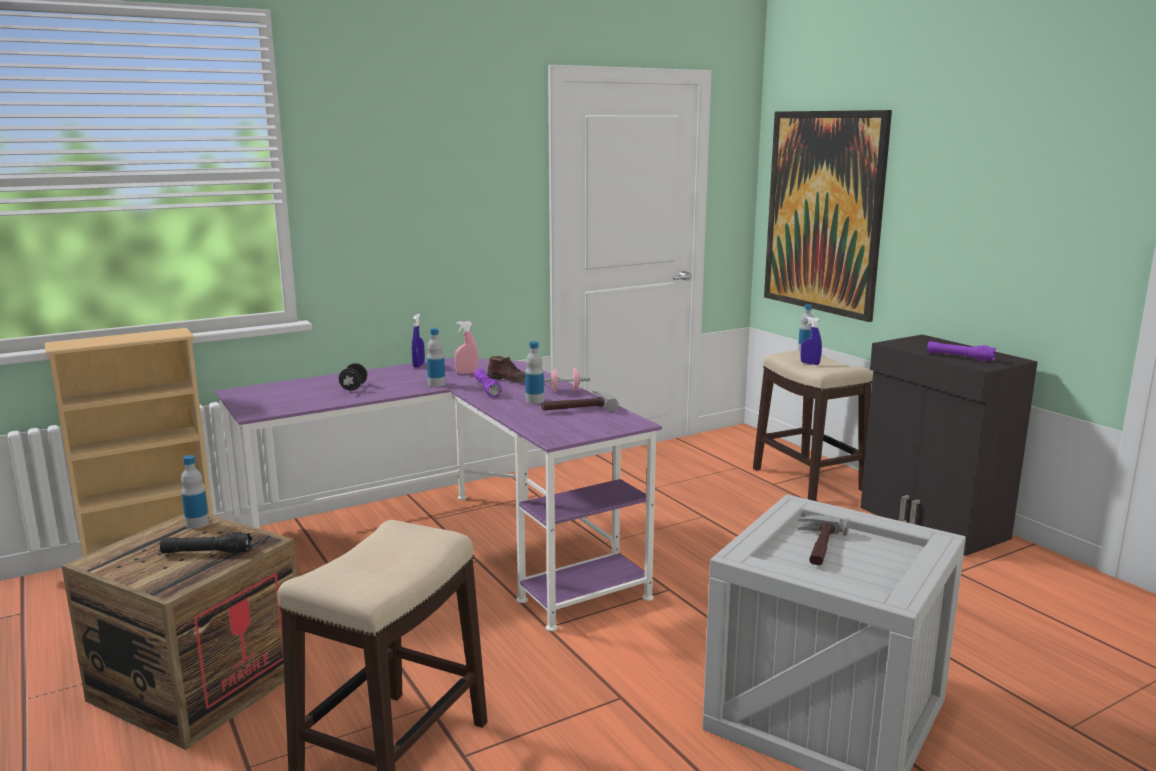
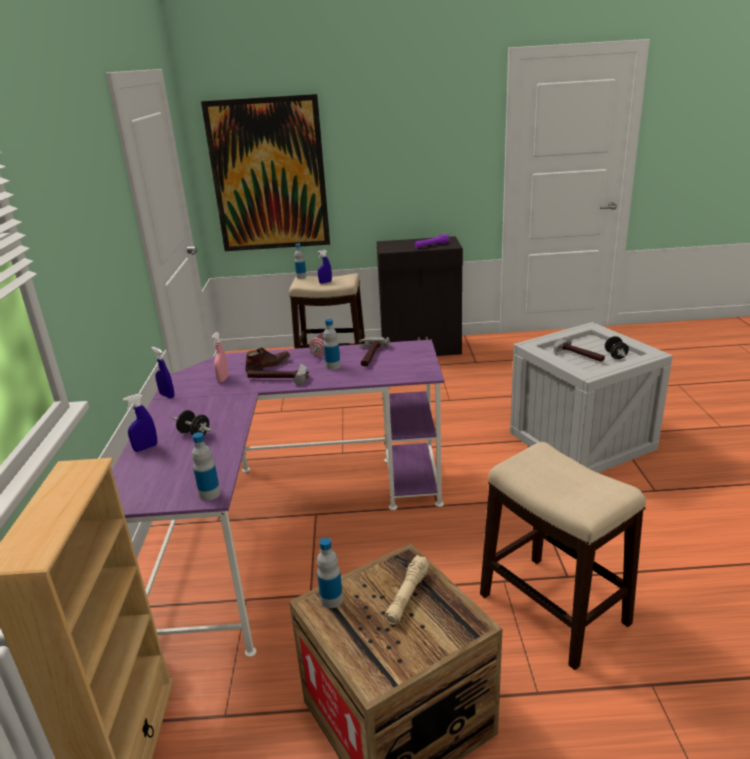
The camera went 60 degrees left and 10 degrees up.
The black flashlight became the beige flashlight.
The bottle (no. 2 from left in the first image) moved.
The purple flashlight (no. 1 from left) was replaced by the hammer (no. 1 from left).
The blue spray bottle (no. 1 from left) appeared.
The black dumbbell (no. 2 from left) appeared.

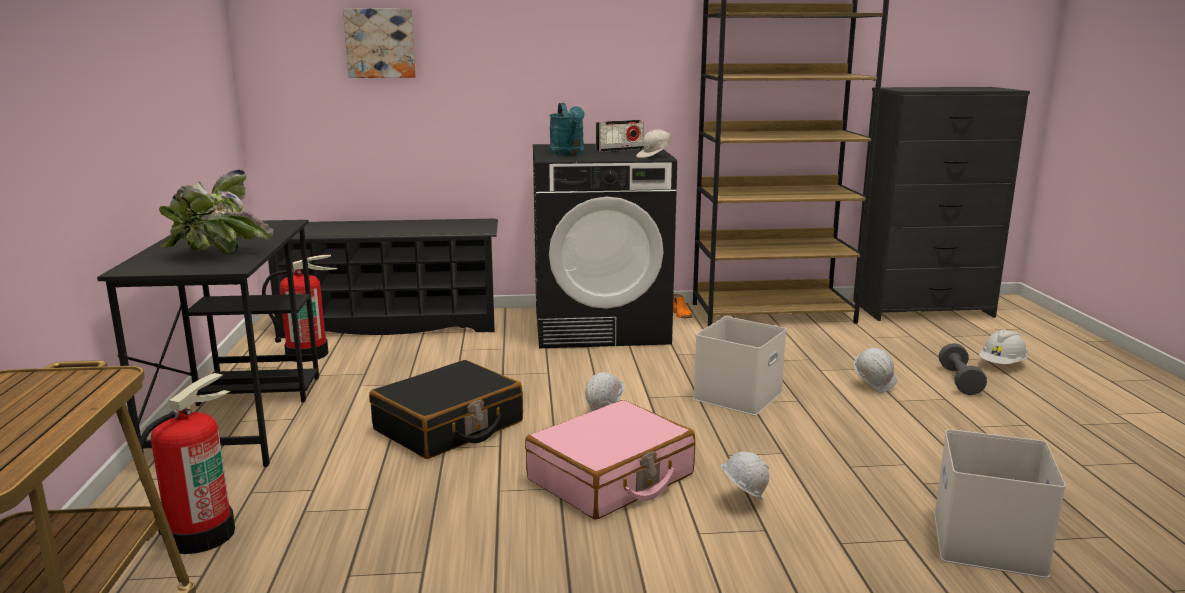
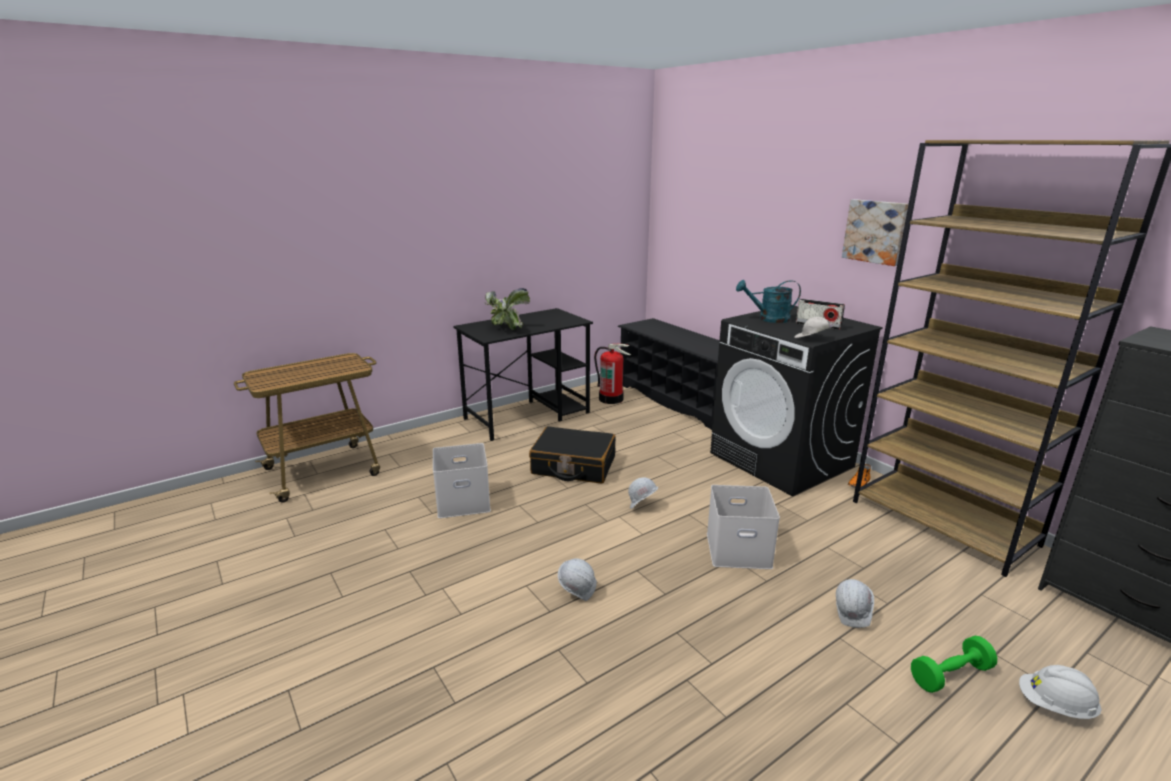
The camera went 60 degrees right and 5 degrees up.
The fire extinguisher (no. 1 from left) disappeared.
The picture moved.
The pink suitcase disappeared.
The turquoise watering can turned 45 degrees clockwise.
The white storage box (no. 2 from left in the first image) moved.
The grey dumbbell became the green dumbbell.

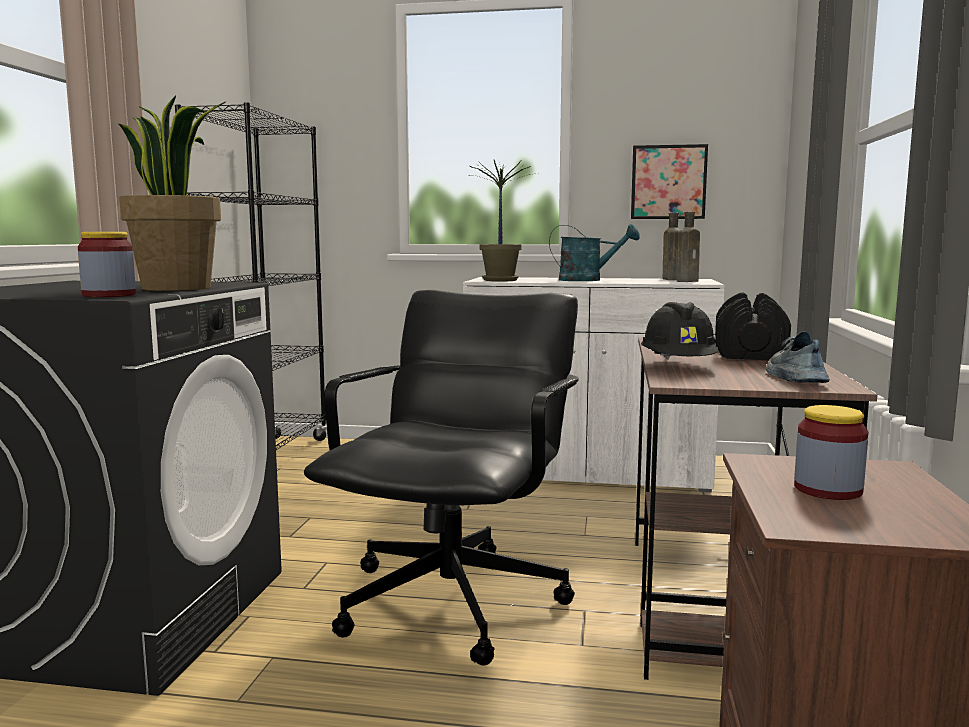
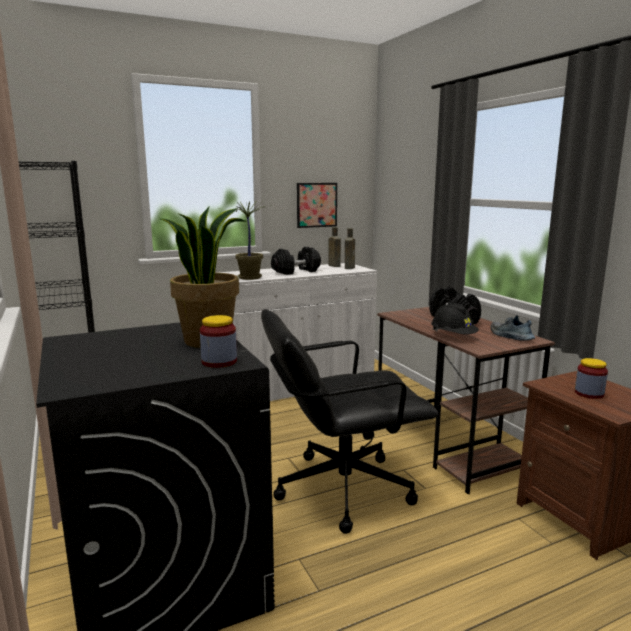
The camera went 35 degrees left and 5 degrees up.
The black office chair turned 90 degrees counterclockwise.
The turquoise watering can was replaced by the black dumbbell (no. 1 from left).

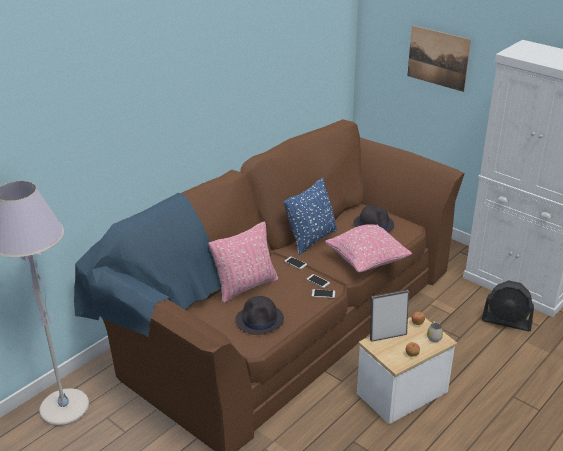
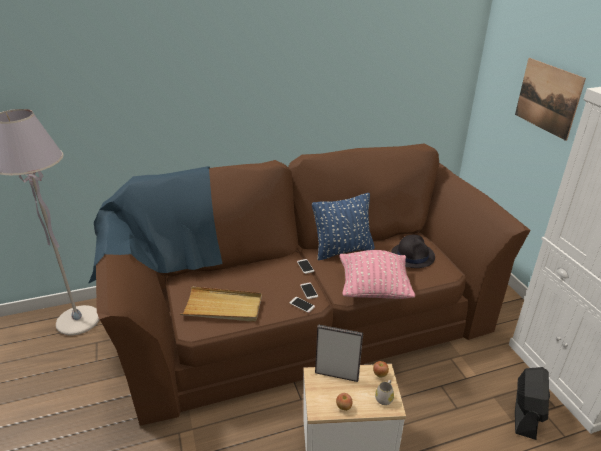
The camera went 30 degrees right and 0 degrees up.
The pink pillow (no. 1 from left) disappeared.
The black hat (no. 1 from left) was replaced by the beige tray.
The black fan turned 120 degrees counterclockwise.

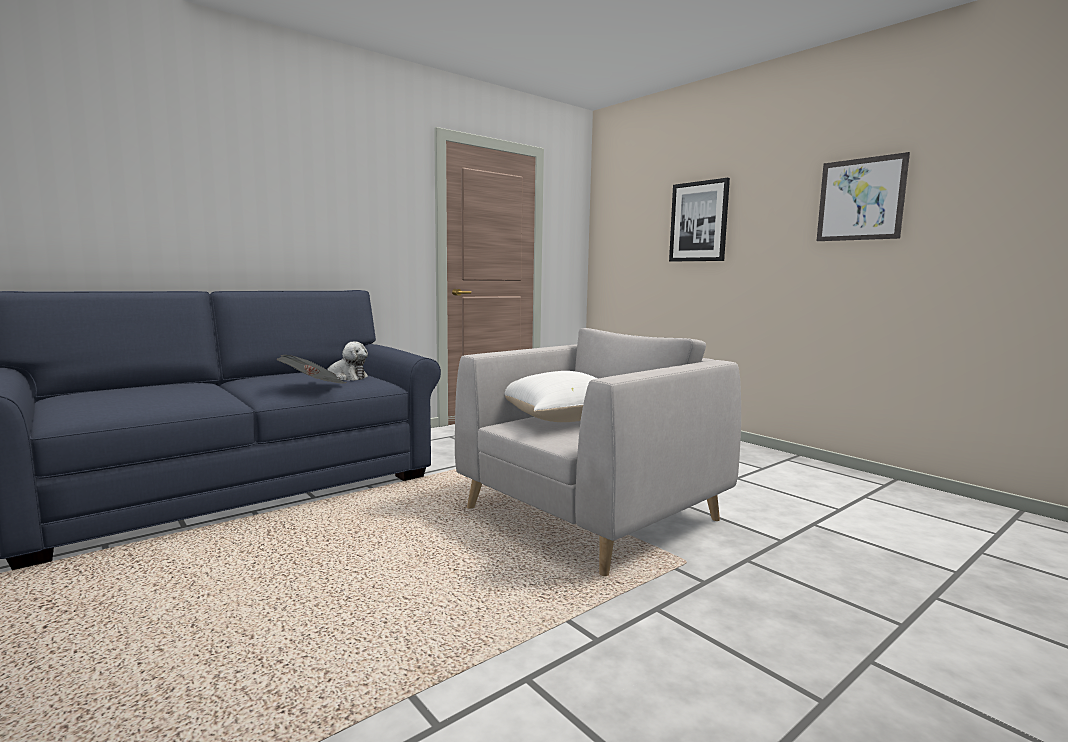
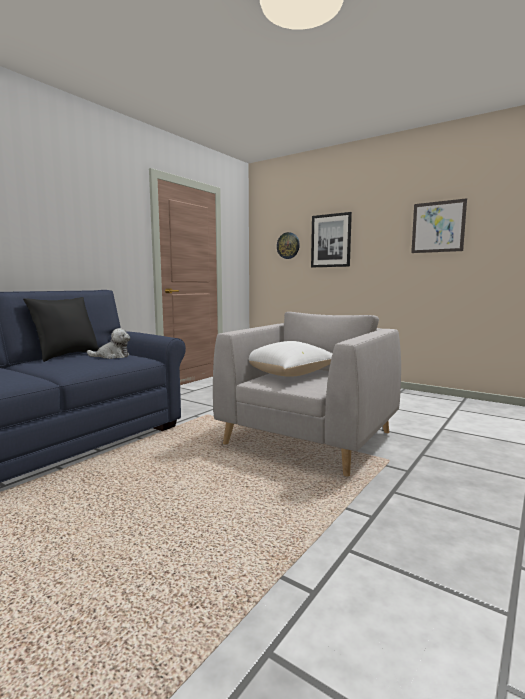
The camera went 15 degrees left and 0 degrees up.
The newspaper disappeared.
The black pillow appeared.
The wall clock appeared.

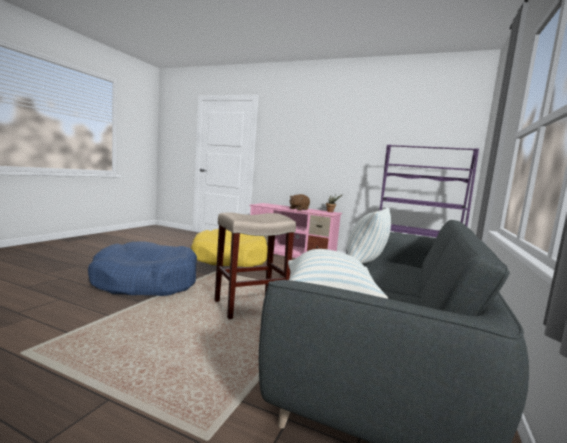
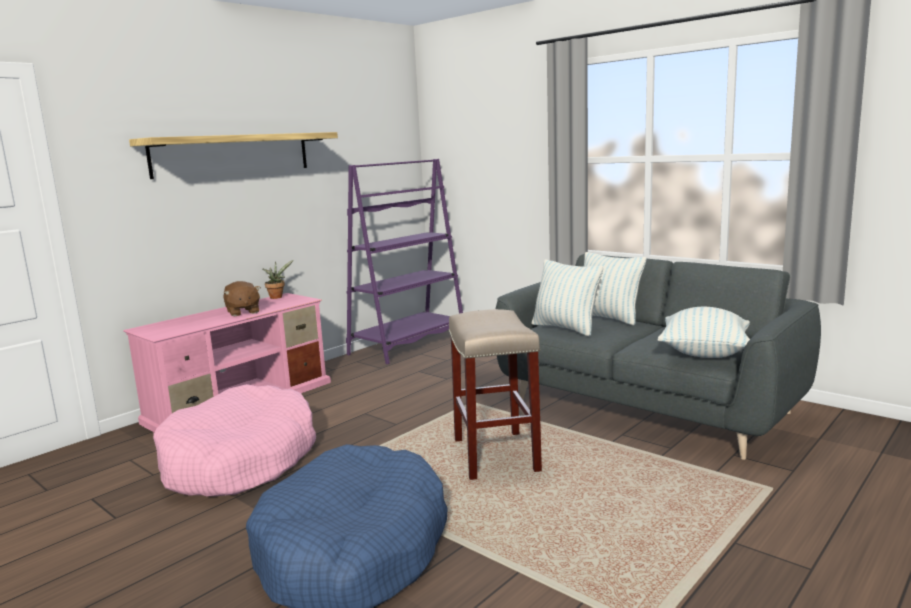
The camera went 70 degrees left and 5 degrees up.
The yellow dog bed became the pink dog bed.
The shelf appeared.
The pillow (no. 2 from left) appeared.

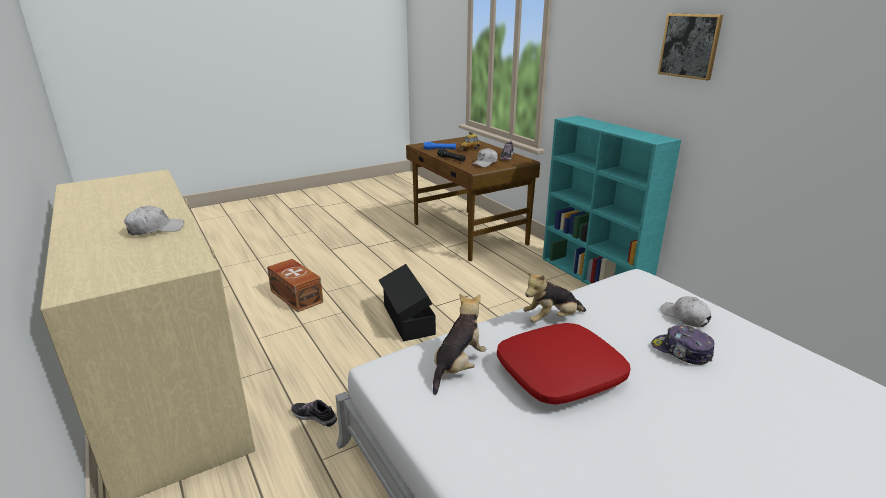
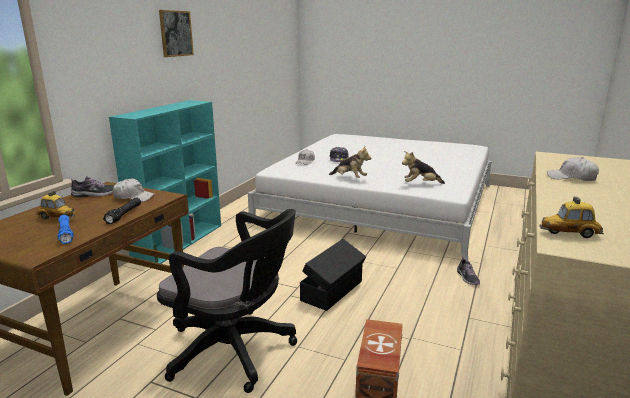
The camera went 125 degrees left and 5 degrees down.
The red pillow disappeared.
The black office chair appeared.
The toy car (no. 2 from left) appeared.

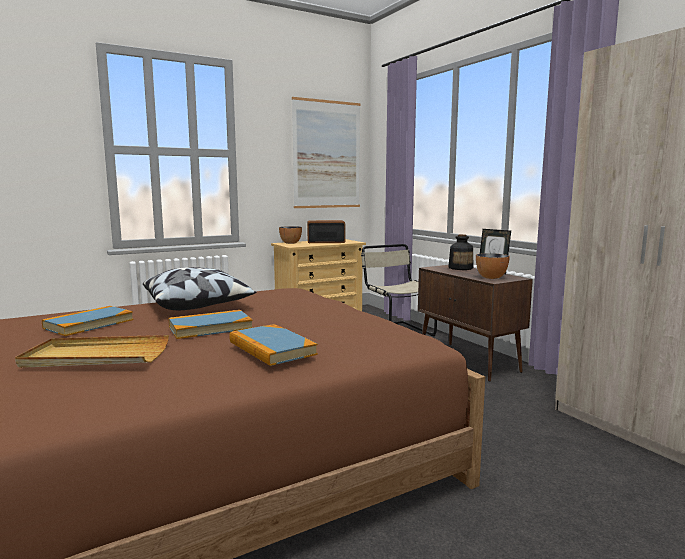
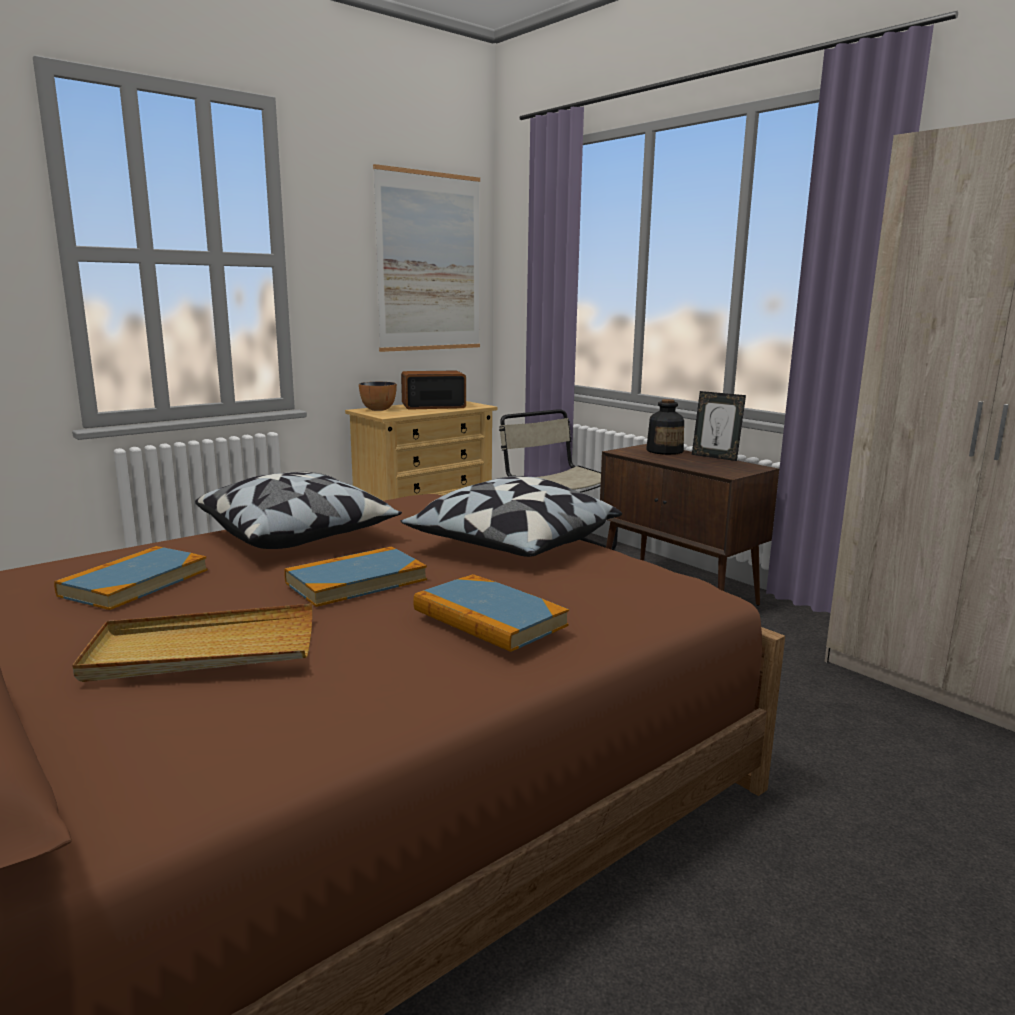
The camera went 10 degrees left and 5 degrees up.
The bowl (no. 2 from left) disappeared.
The pillow (no. 2 from left) appeared.

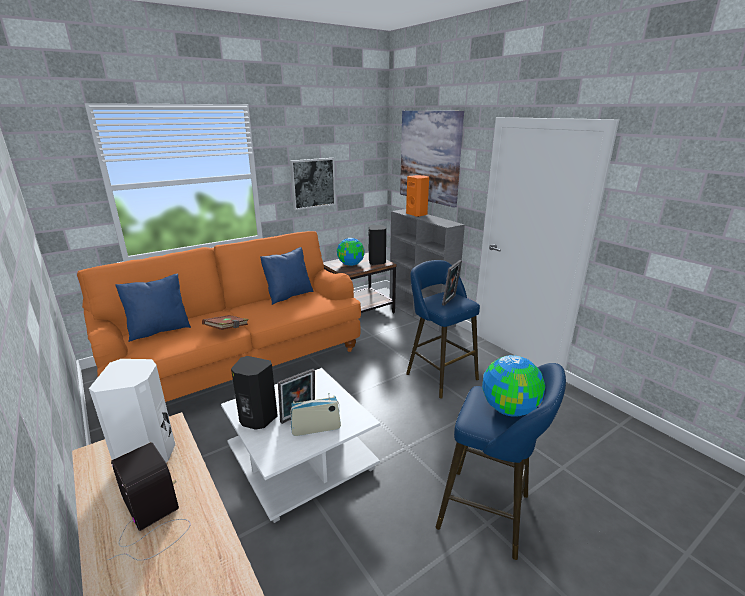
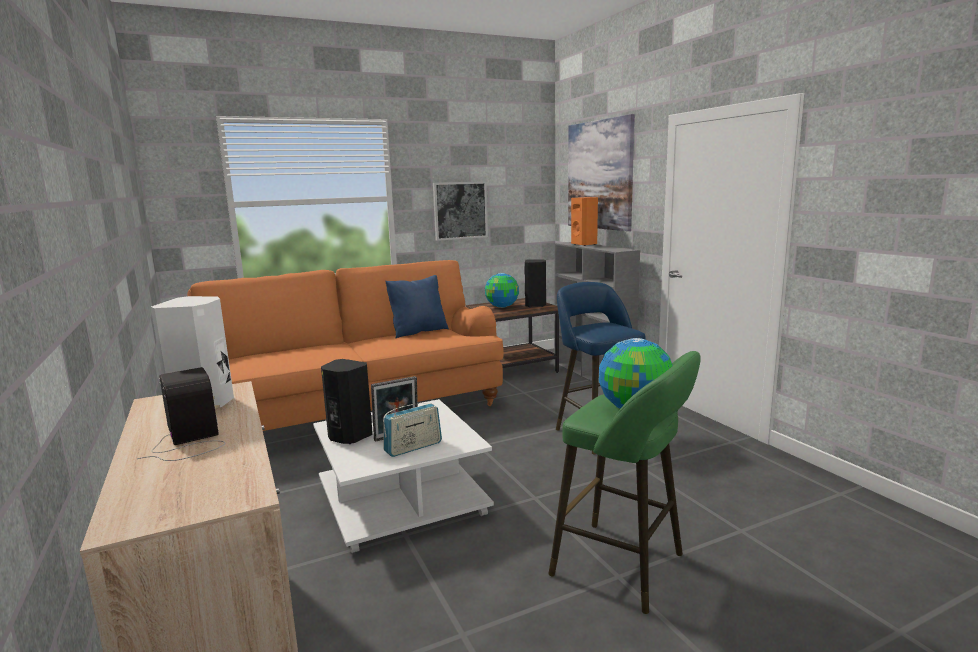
The camera went 10 degrees right and 10 degrees down.
The blue pillow (no. 1 from left) disappeared.
The brown book disappeared.
The radio (no. 2 from left) turned 150 degrees clockwise.
The blue stool (no. 2 from left) became the green stool.
The picture frame (no. 2 from left) disappeared.

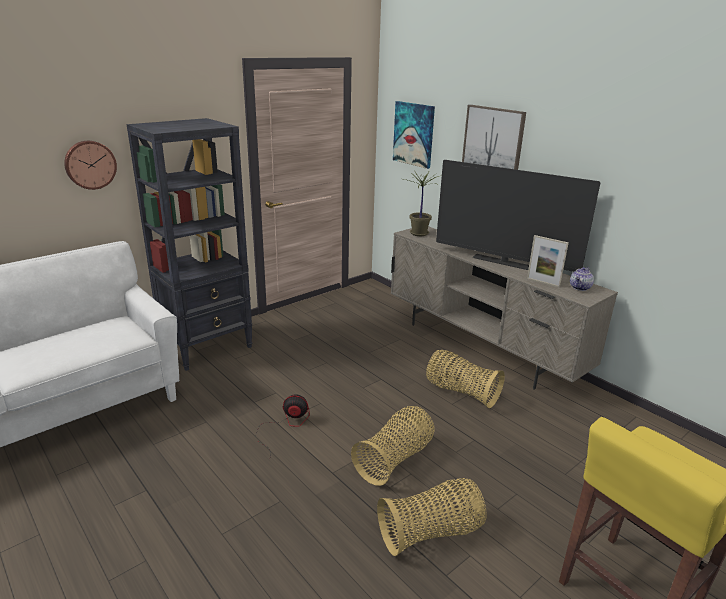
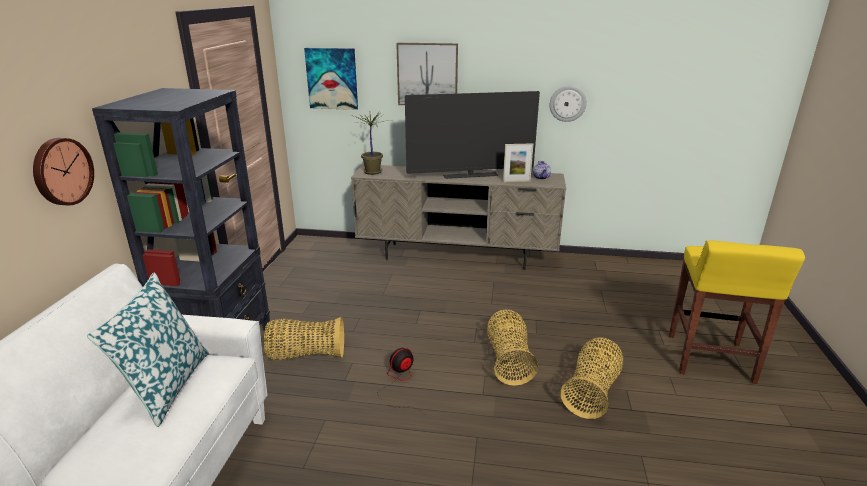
The camera went 40 degrees left and 0 degrees up.
The basket (no. 3 from left in the first image) moved.
The pillow appeared.
The wall clock (no. 2 from left) appeared.

